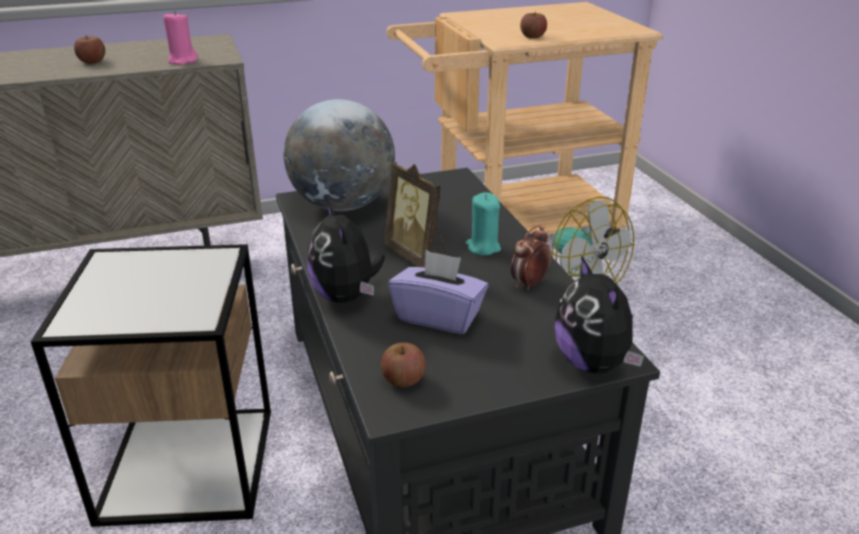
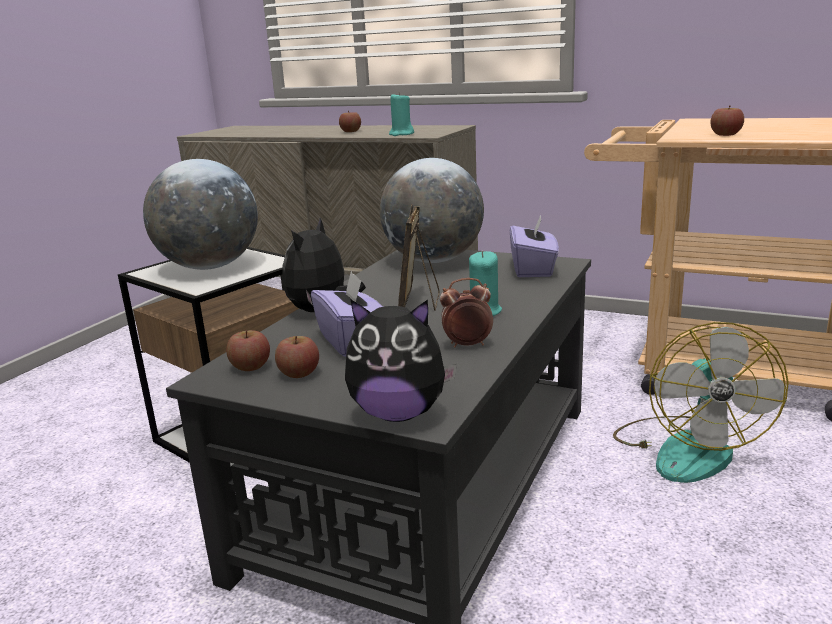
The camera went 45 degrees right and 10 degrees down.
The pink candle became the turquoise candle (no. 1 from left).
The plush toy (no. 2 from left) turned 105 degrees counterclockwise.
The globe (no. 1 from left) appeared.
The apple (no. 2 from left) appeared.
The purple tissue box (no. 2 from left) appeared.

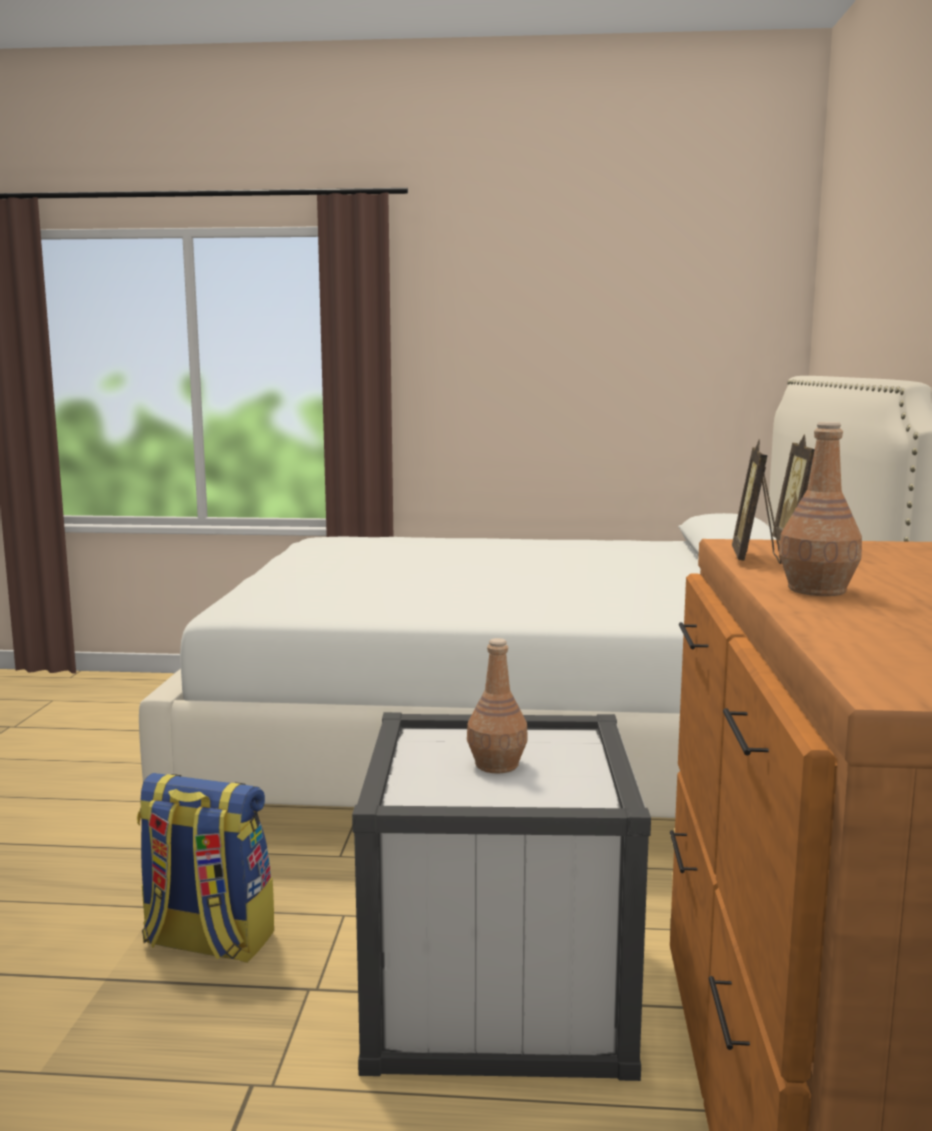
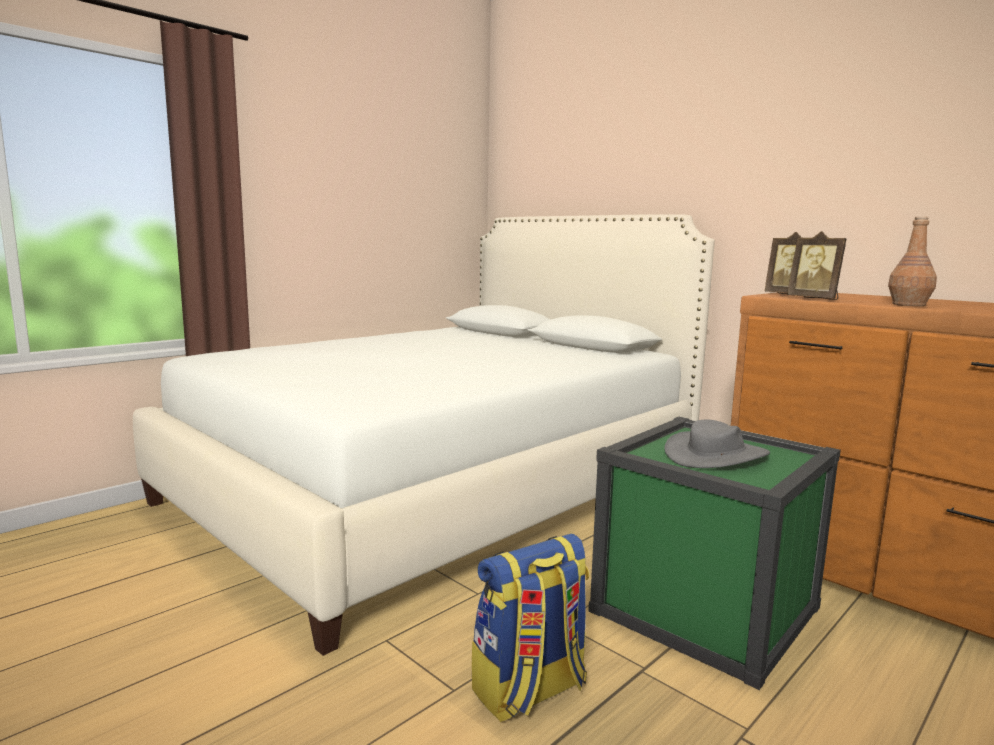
The camera went 50 degrees left and 0 degrees up.
The white storage box became the green storage box.
The brown bottle (no. 1 from left) was replaced by the grey hat.

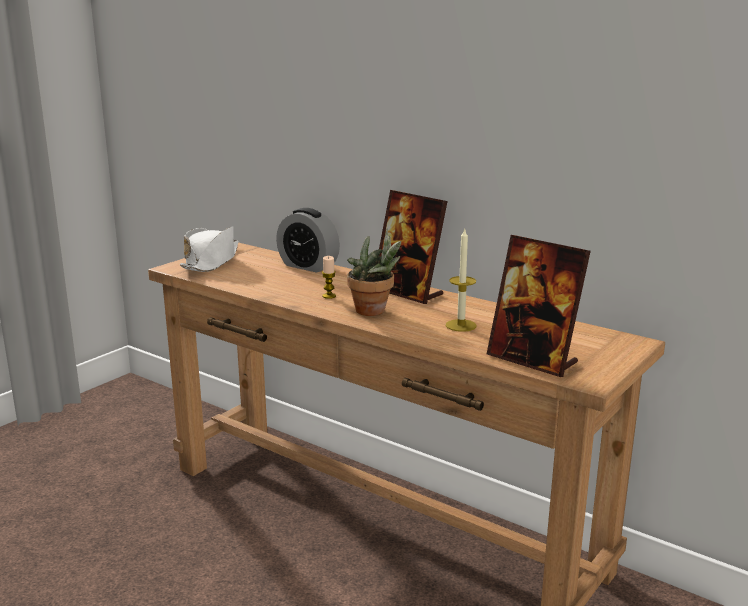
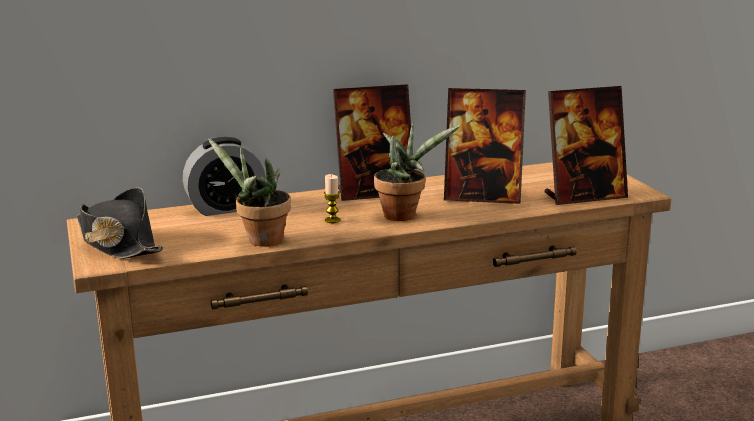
The camera went 55 degrees left and 0 degrees up.
The white hat became the black hat.
The candle (no. 2 from left) was replaced by the picture frame (no. 2 from left).
The potted plant (no. 1 from left) appeared.

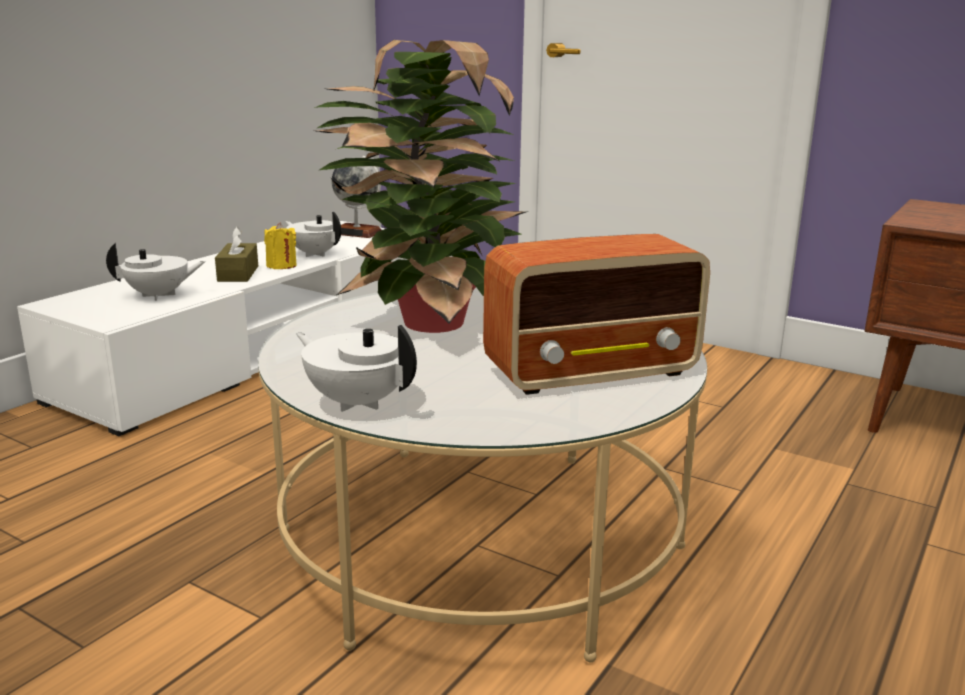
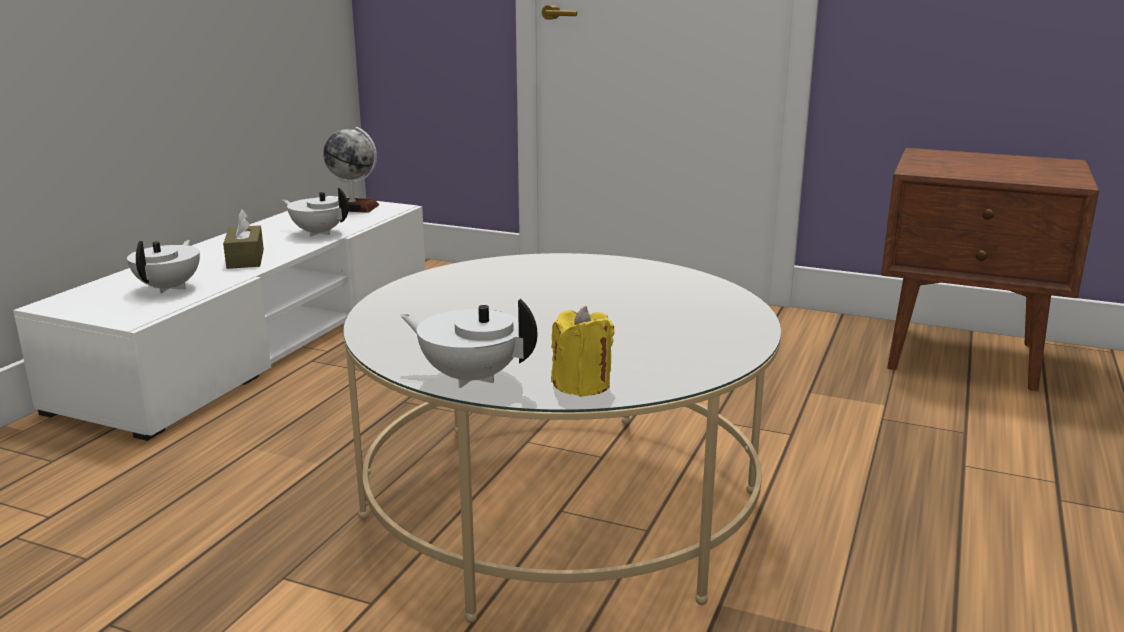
The camera went 10 degrees left and 0 degrees up.
The white teapot (no. 1 from left) turned 60 degrees counterclockwise.
The yellow candle moved.
The potted plant disappeared.
The radio disappeared.

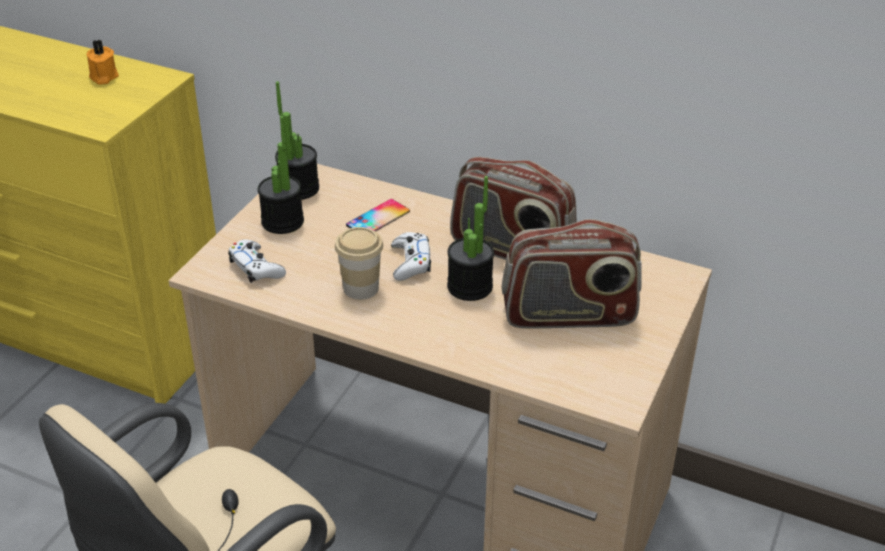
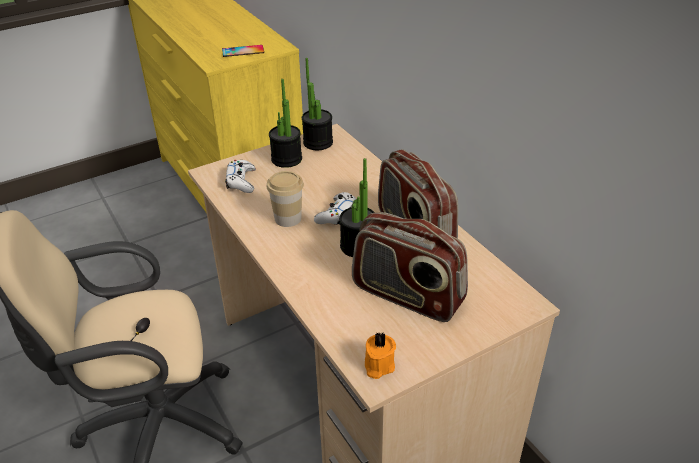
The camera went 35 degrees right and 0 degrees up.
The orange candle moved.
The phone moved.

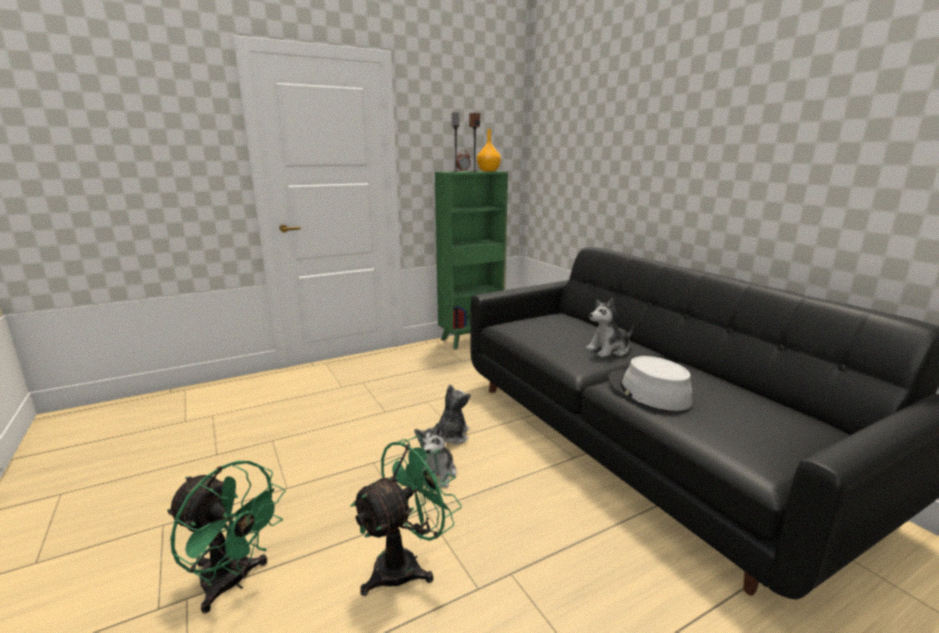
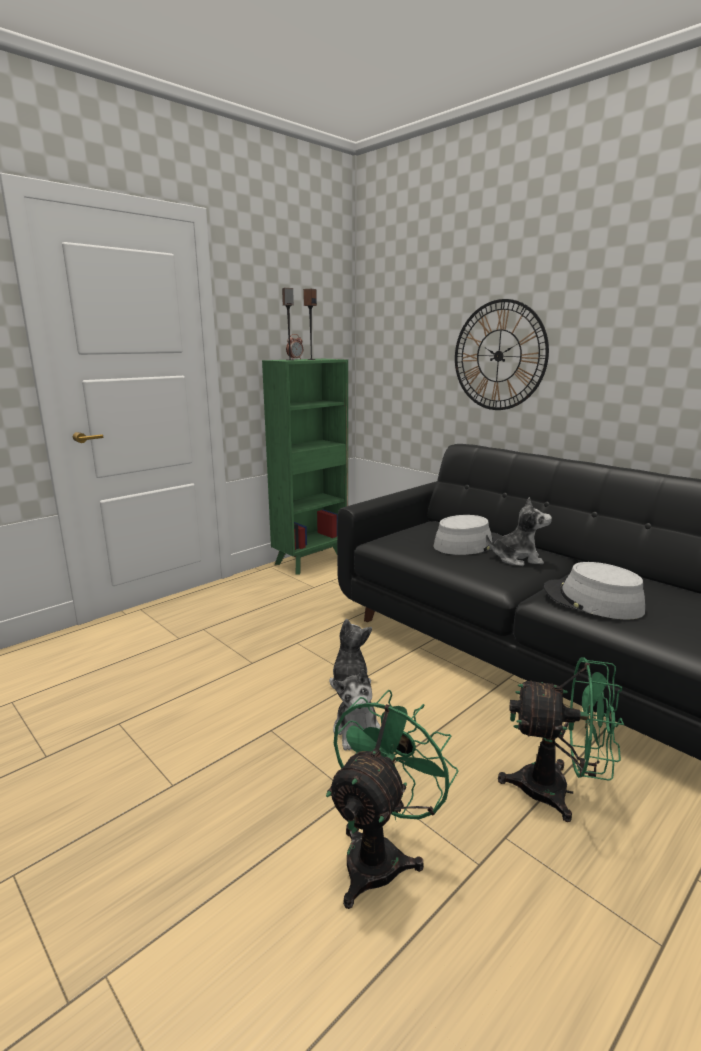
The camera went 15 degrees left and 0 degrees up.
The green fan (no. 1 from left in the first image) moved.
The orange vase disappeared.
The plush toy (no. 3 from left) turned 135 degrees counterclockwise.
The grey hat (no. 1 from left) appeared.
The wall clock appeared.

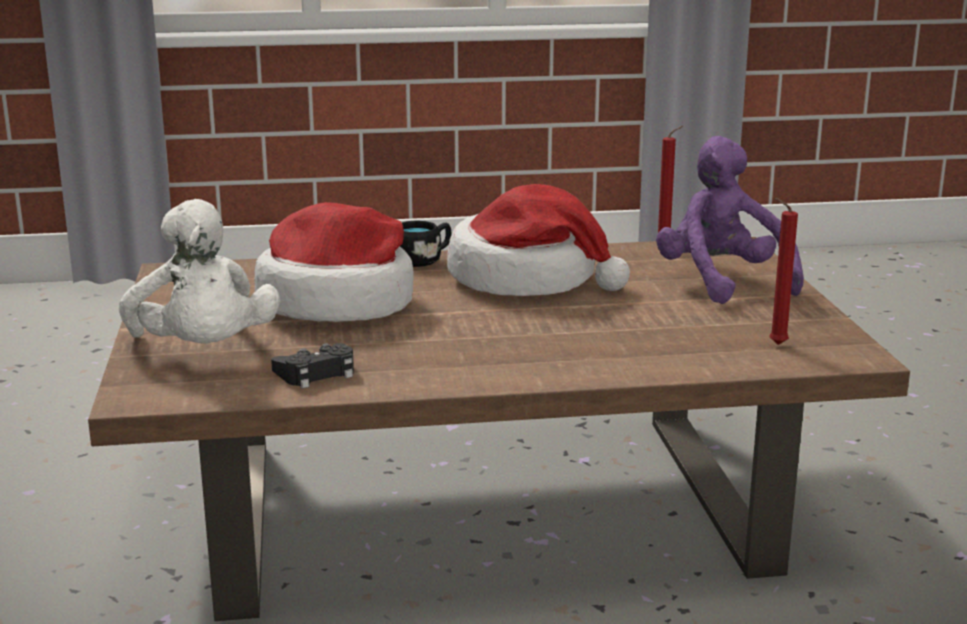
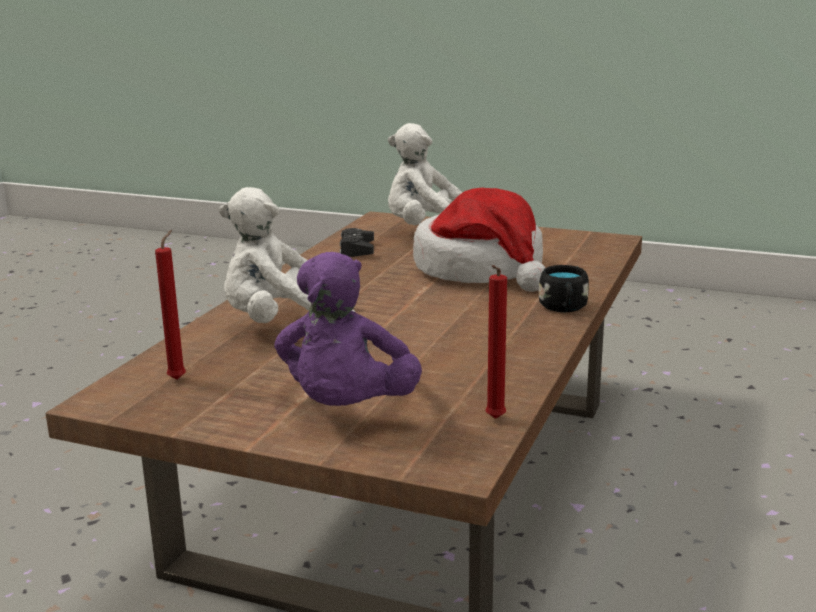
The camera went 120 degrees right and 0 degrees up.
The hat (no. 2 from left) disappeared.
The purple plush toy turned 90 degrees clockwise.
The white plush toy (no. 1 from left) appeared.

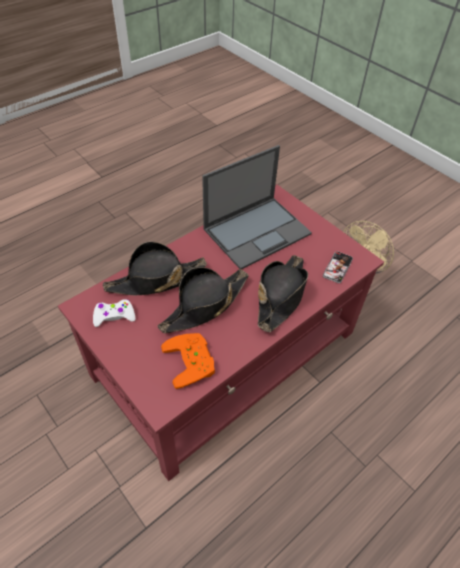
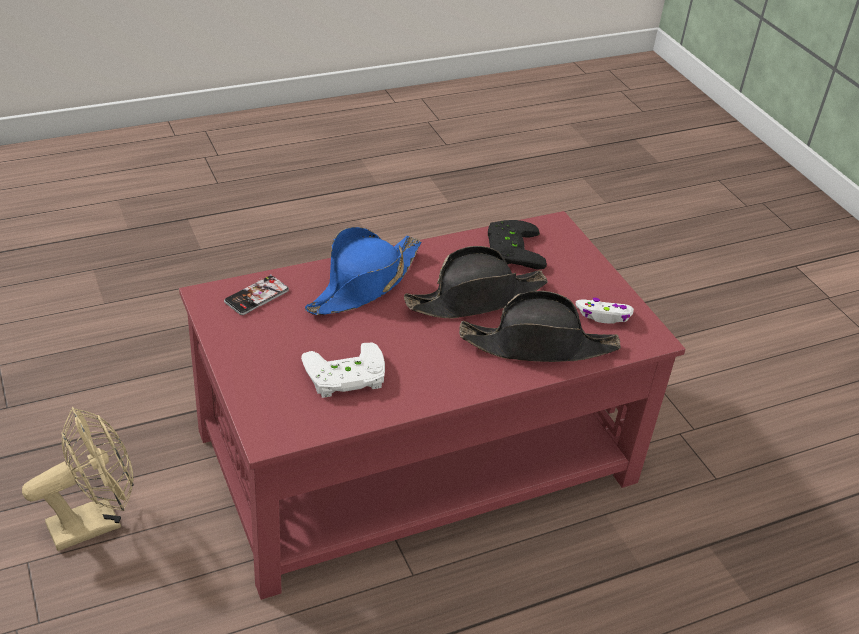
The camera went 165 degrees left and 10 degrees down.
The orange game controller became the black game controller.
The laptop was replaced by the white game controller (no. 1 from left).
The black hat (no. 3 from left) became the blue hat.

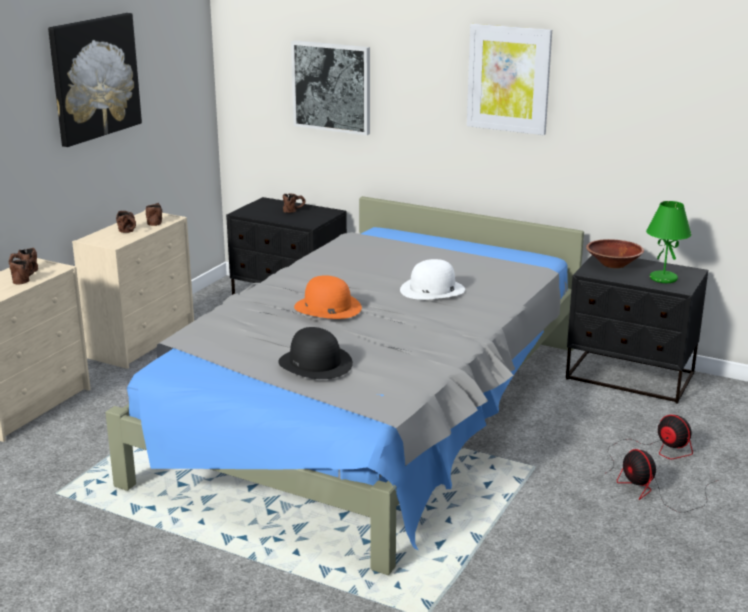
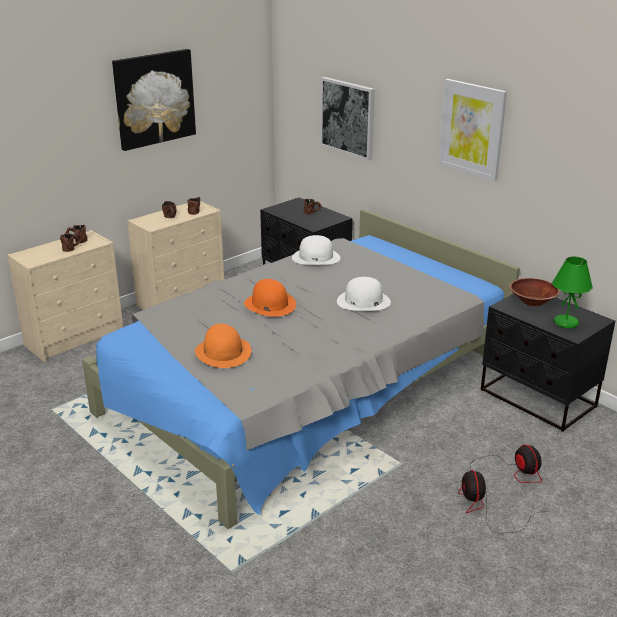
The camera went 20 degrees right and 5 degrees up.
The black hat became the orange hat (no. 1 from left).
The white hat (no. 1 from left) appeared.

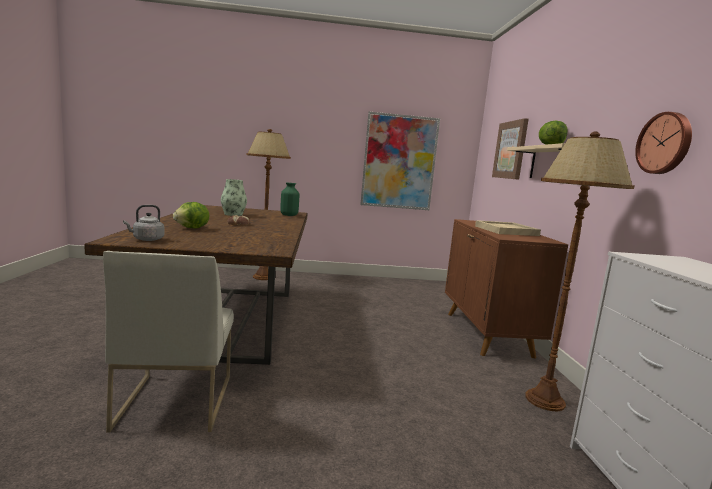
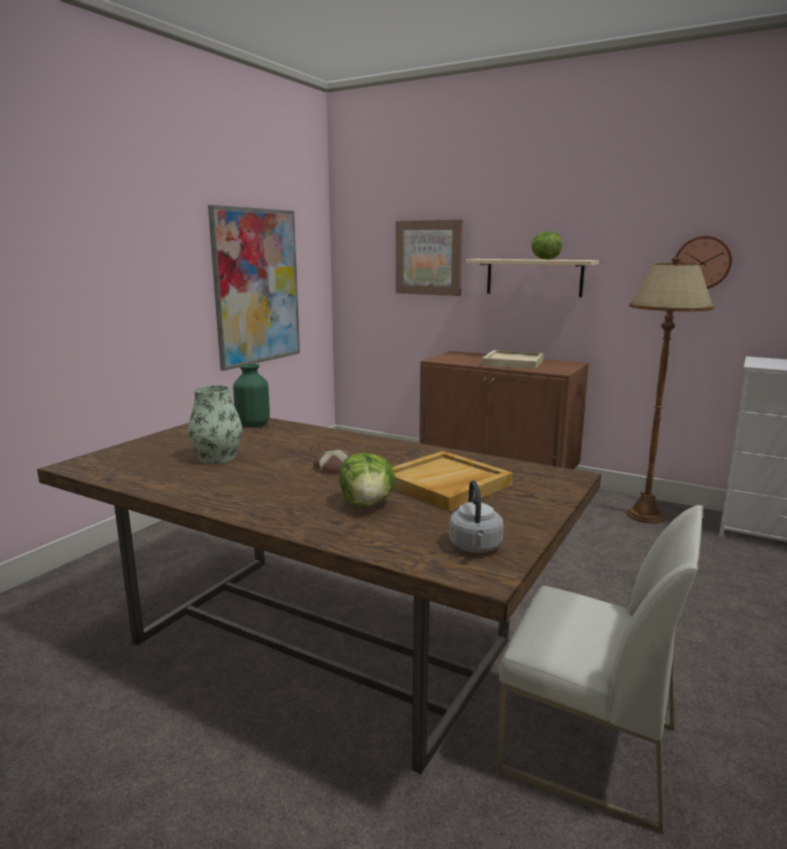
The camera went 55 degrees left and 5 degrees up.
The brown floor lamp (no. 1 from left) disappeared.
The beige tray (no. 1 from left) appeared.

